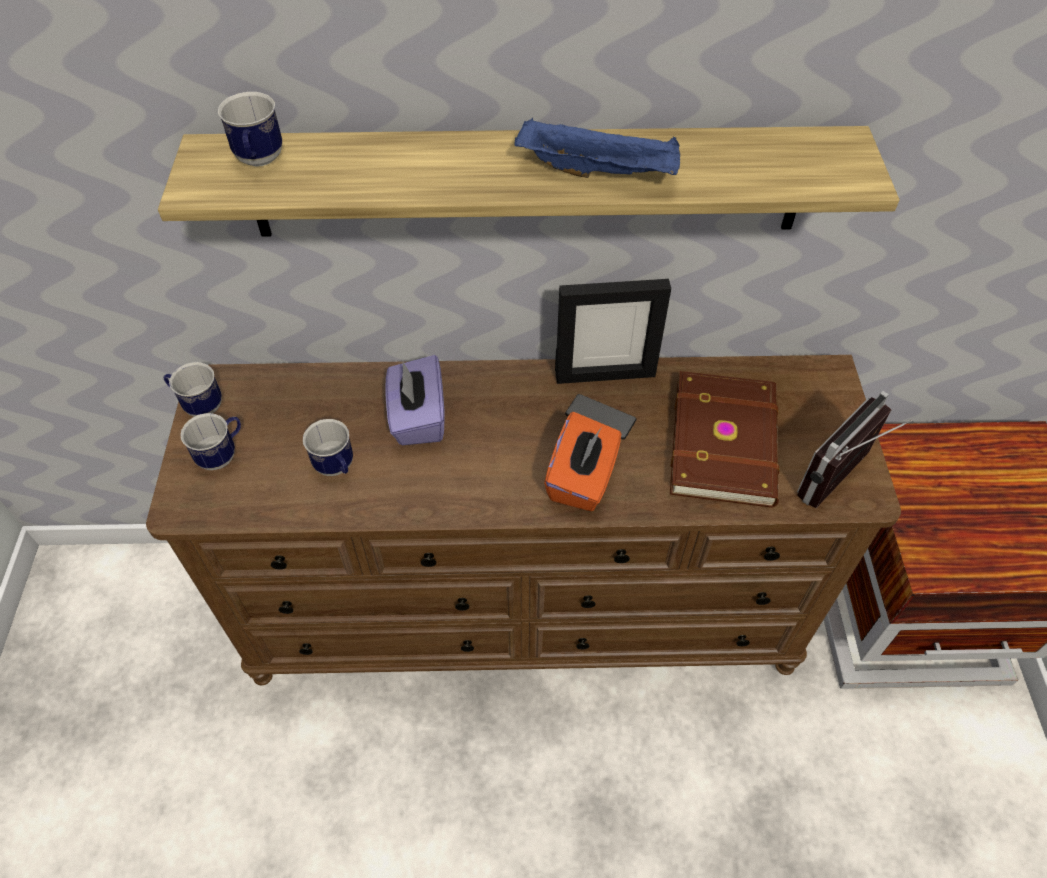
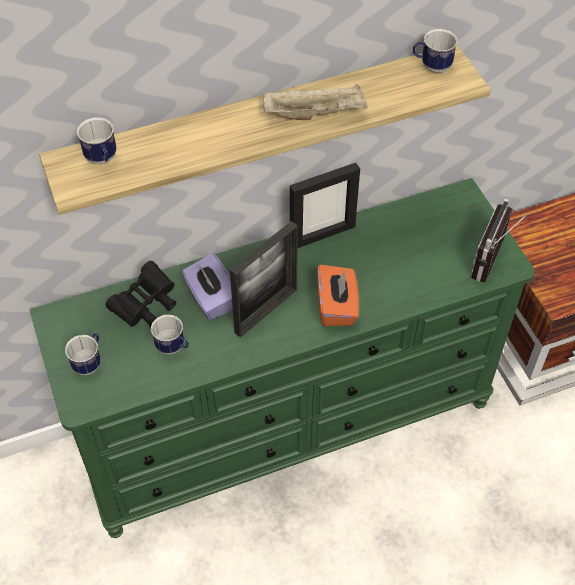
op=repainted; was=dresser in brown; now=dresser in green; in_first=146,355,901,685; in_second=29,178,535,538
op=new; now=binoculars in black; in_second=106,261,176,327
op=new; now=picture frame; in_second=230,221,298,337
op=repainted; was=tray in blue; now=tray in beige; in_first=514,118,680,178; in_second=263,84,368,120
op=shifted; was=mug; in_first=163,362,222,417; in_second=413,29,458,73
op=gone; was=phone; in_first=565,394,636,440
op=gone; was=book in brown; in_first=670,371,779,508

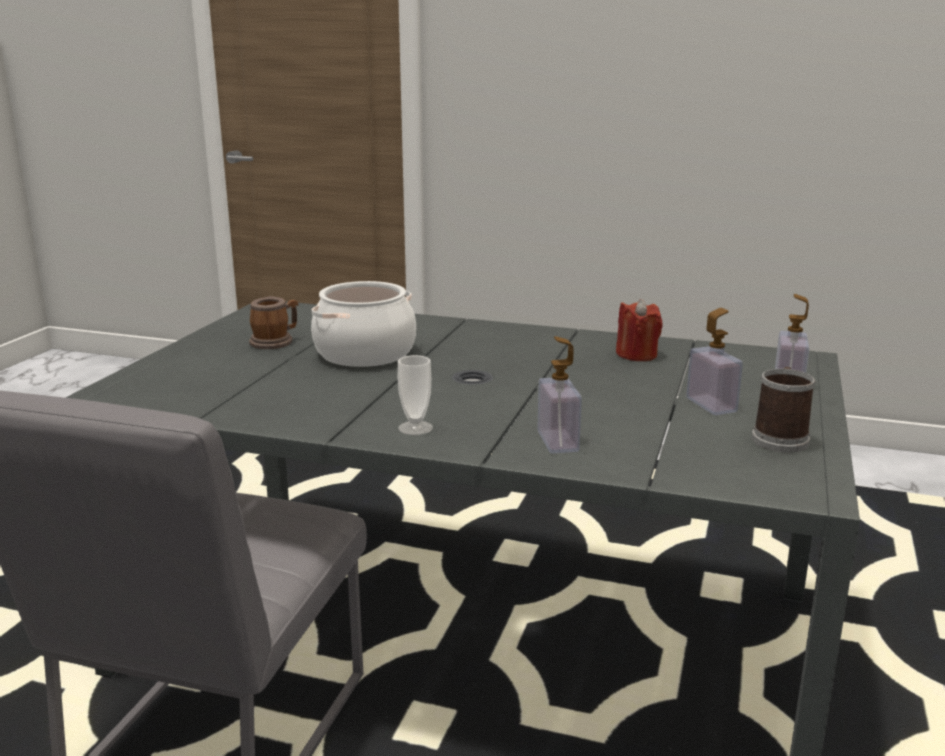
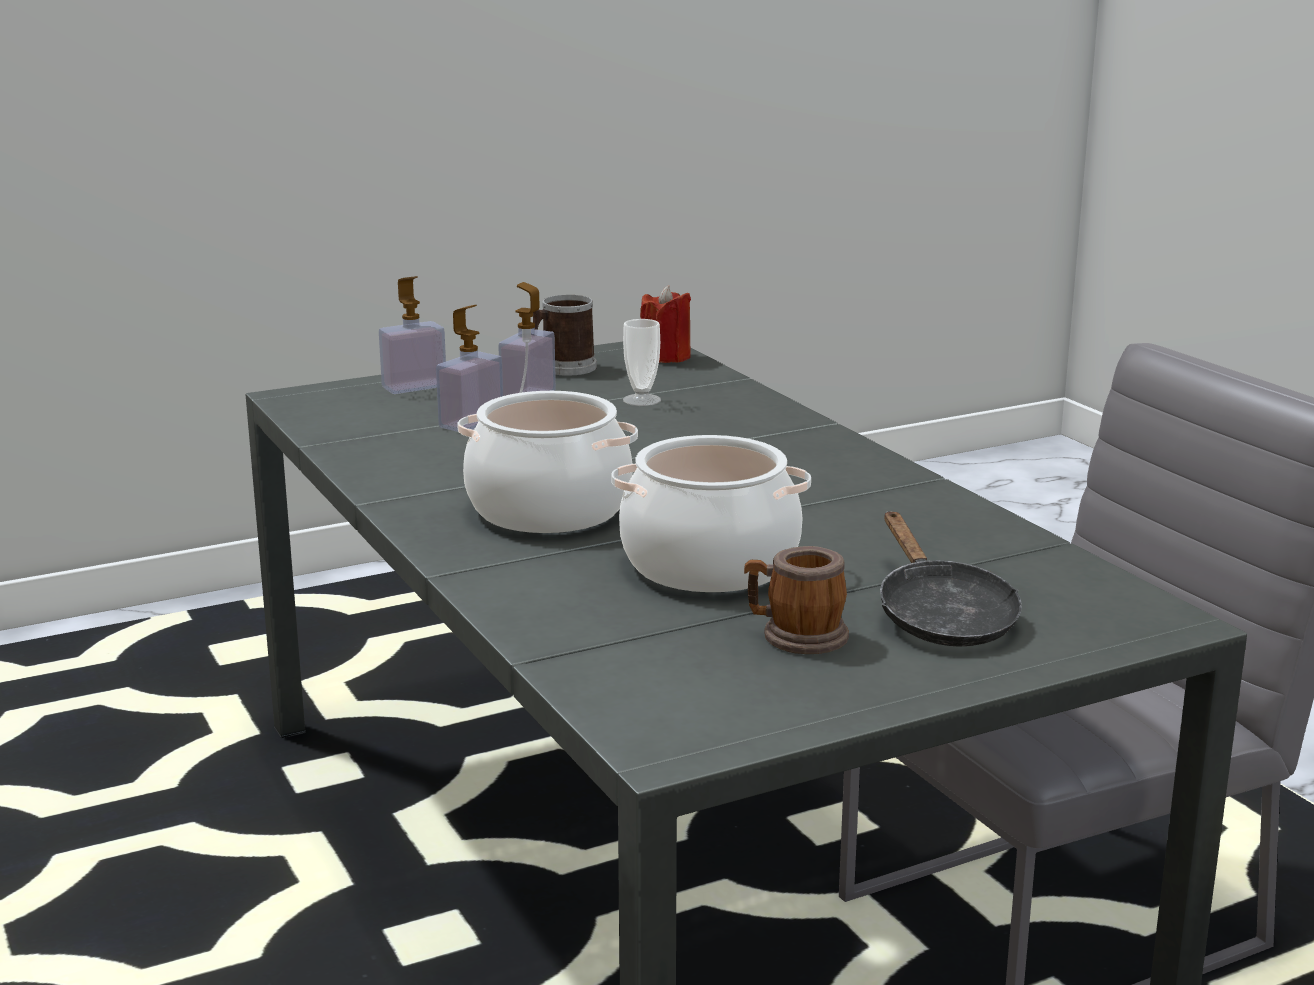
op=shifted; was=soap dispenser; in_first=537,336,582,453; in_second=436,305,503,432
op=new; now=cooking pot; in_second=457,391,638,533
op=shifted; was=cup; in_first=398,355,433,435; in_second=623,319,661,406
op=shifted; was=candle in red; in_first=616,299,663,361; in_second=640,285,691,363
op=new; now=frying pan in black; in_second=880,511,1022,647

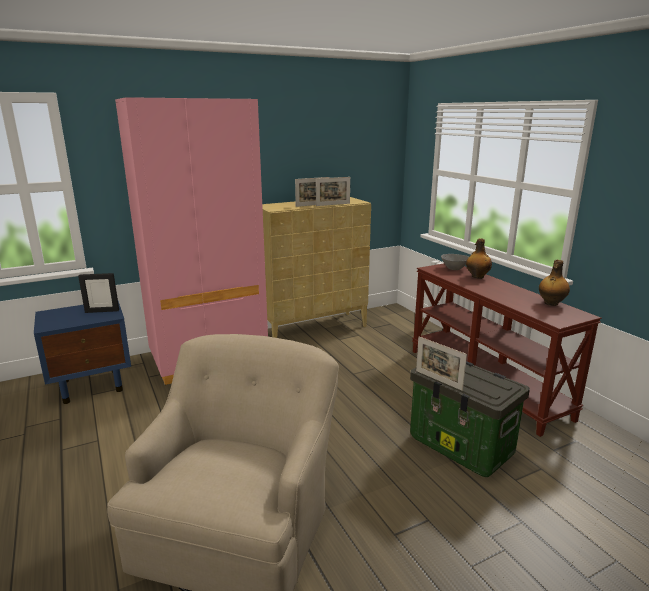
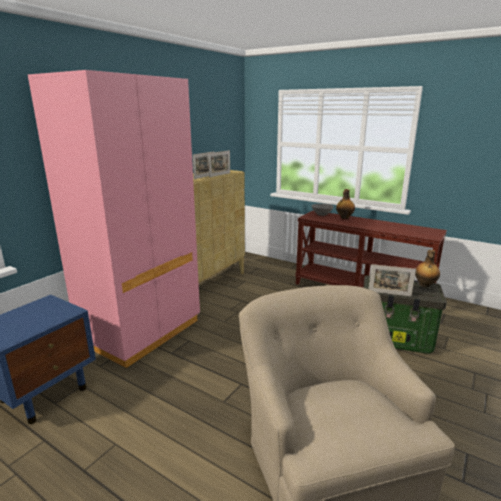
op=shifted; was=bottle; in_first=539,260,570,306; in_second=415,250,440,287
op=gone; was=picture frame; in_first=78,273,119,313

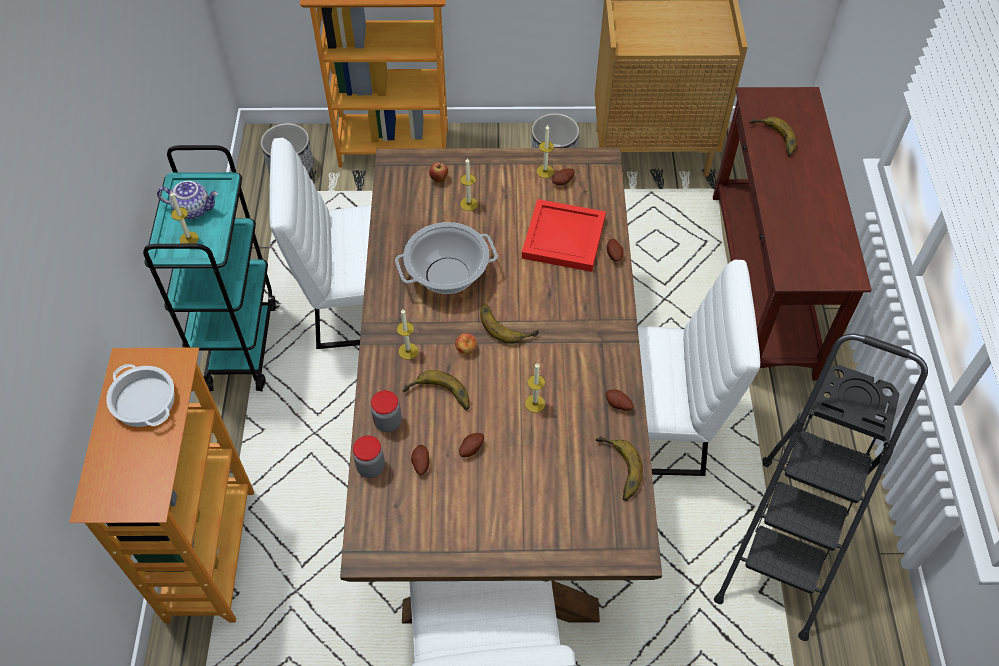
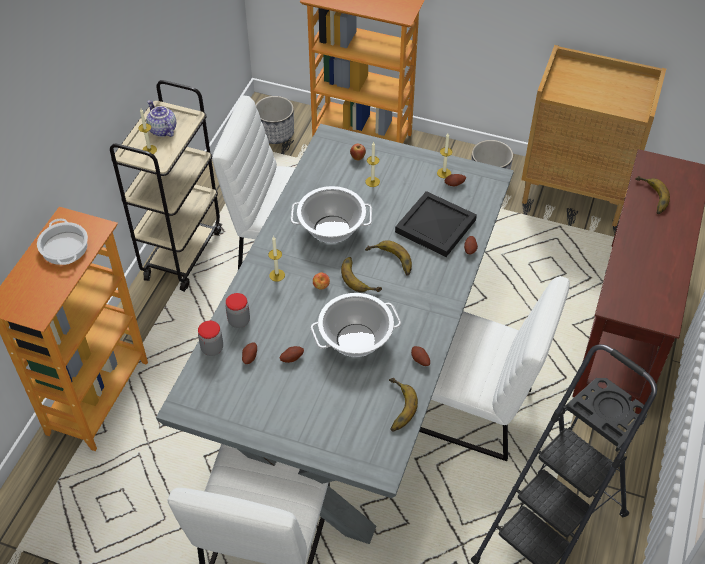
op=repainted; was=cart in turquoise; now=cart in beige; in_first=143,145,276,391; in_second=110,80,223,292
op=rotated; was=teapot; in_first=157,181,218,219; in_second=146,100,176,137; clockwise=-150
op=repainted; was=dining table in brown; now=dining table in grey; in_first=340,148,662,624; in_second=156,124,514,544
op=swapped; was=candle; now=cooking pot; in_first=525,363,545,413; in_second=310,293,401,357
op=shifted; was=banana; in_first=403,370,470,410; in_second=365,240,412,276
op=repainted; was=tray in red; now=tray in black; in_first=522,199,606,272; in_second=395,191,477,257

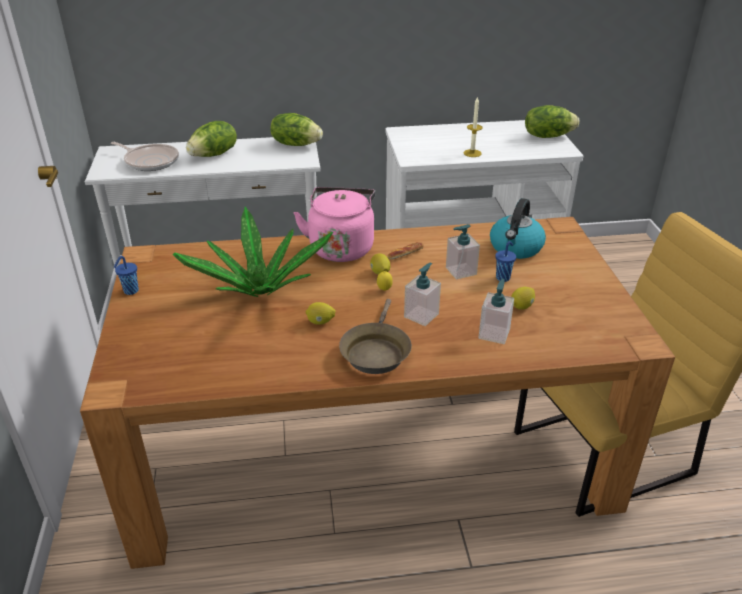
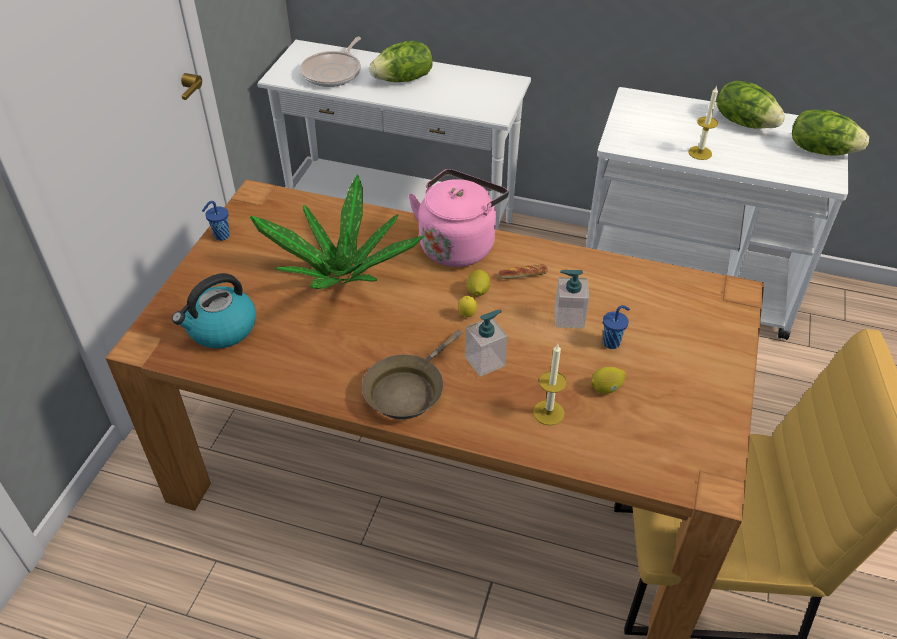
op=shifted; was=kettle; in_first=490,198,546,259; in_second=172,273,256,348
op=rotated; was=frying pan; in_first=111,142,179,171; in_second=300,37,361,87; clockwise=60
op=swapped; was=soap dispenser; now=candle; in_first=479,279,514,344; in_second=533,344,567,425
op=shifted; was=lettuce; in_first=270,113,323,146; in_second=717,80,785,129
op=gone; was=lemon; in_first=306,302,336,325

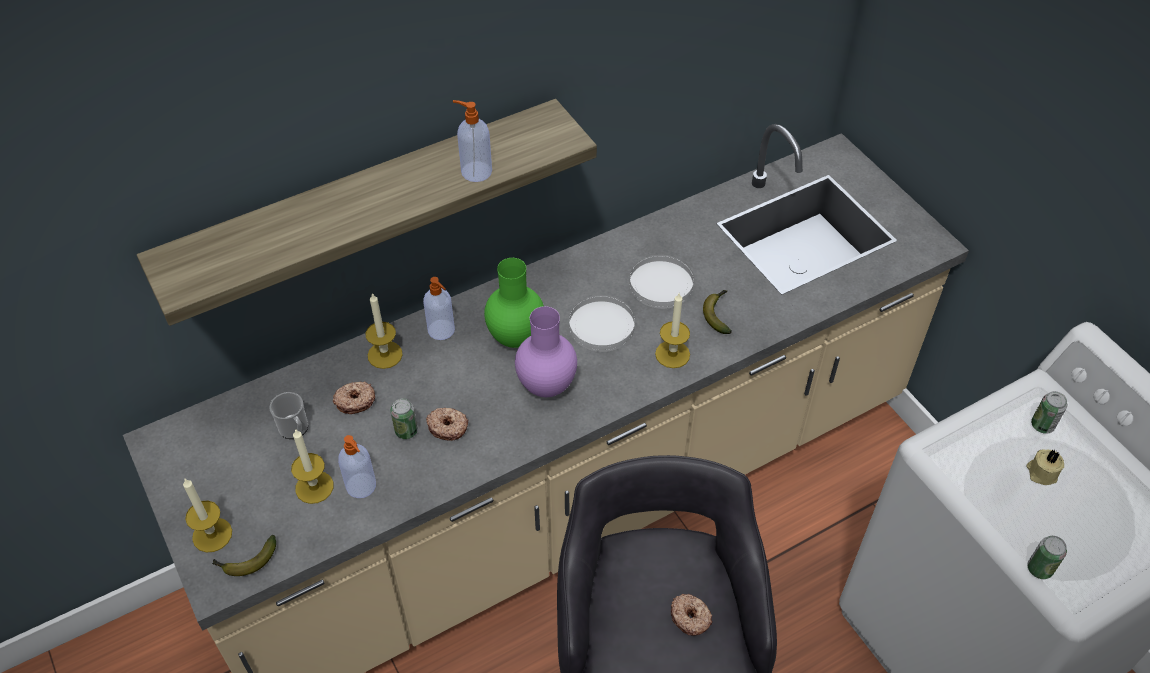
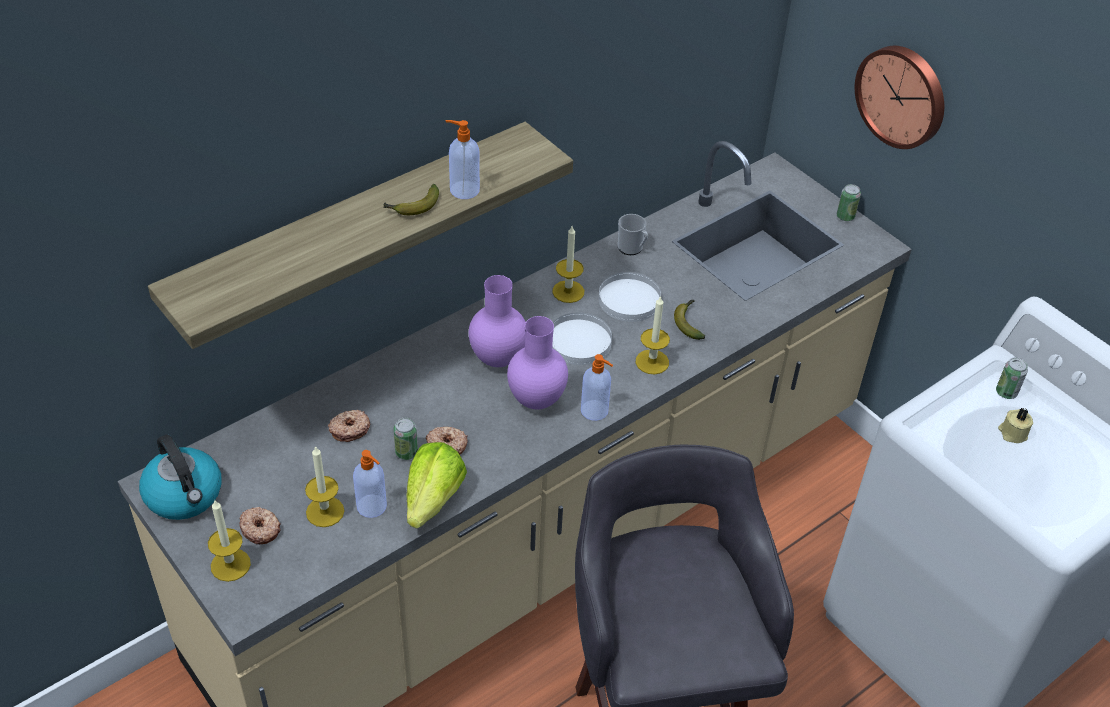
op=new; now=kettle; in_second=139,434,222,520
op=shifted; was=donut; in_first=671,594,713,635; in_second=239,507,281,544
op=shifted; was=banana; in_first=212,535,276,576; in_second=383,184,439,215
op=new; now=lettuce; in_second=406,442,467,529
op=repainted; was=vase in green; now=vase in purple; in_first=484,258,544,348; in_second=469,275,526,367
op=shifted; was=candle; in_first=365,293,403,369; in_second=552,226,584,303
op=shifted; was=soap dispenser; in_first=423,277,455,340; in_second=581,354,613,421
op=shifted; was=mug; in_first=269,392,308,439; in_second=618,214,648,255
op=shifted; was=can; in_first=1027,536,1067,579; in_second=837,184,861,221
op=new; now=wall clock; in_second=855,46,944,149

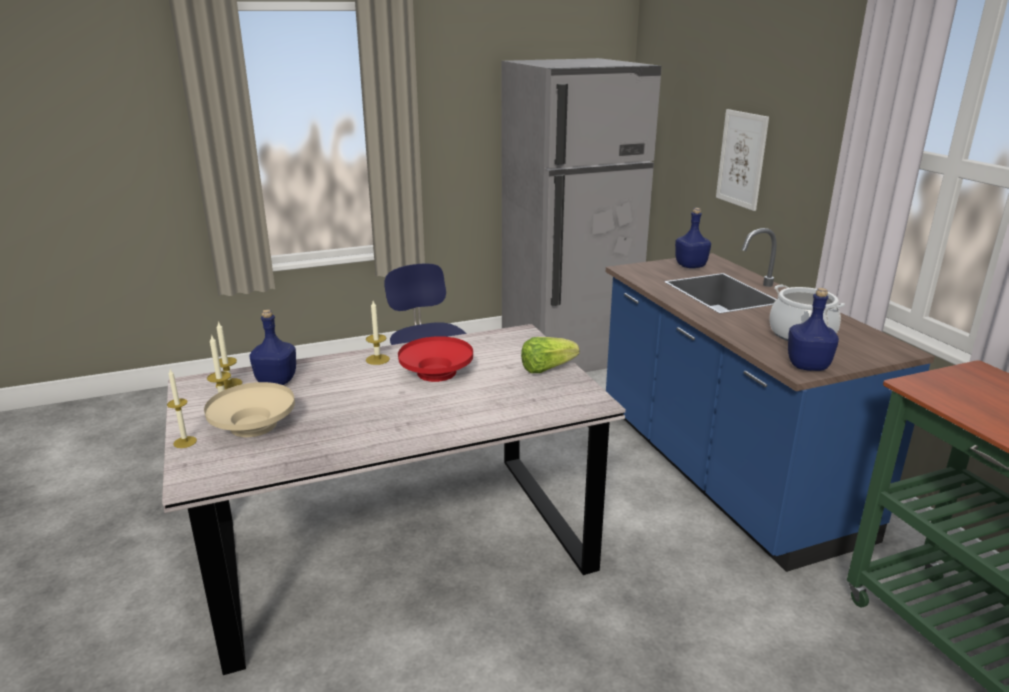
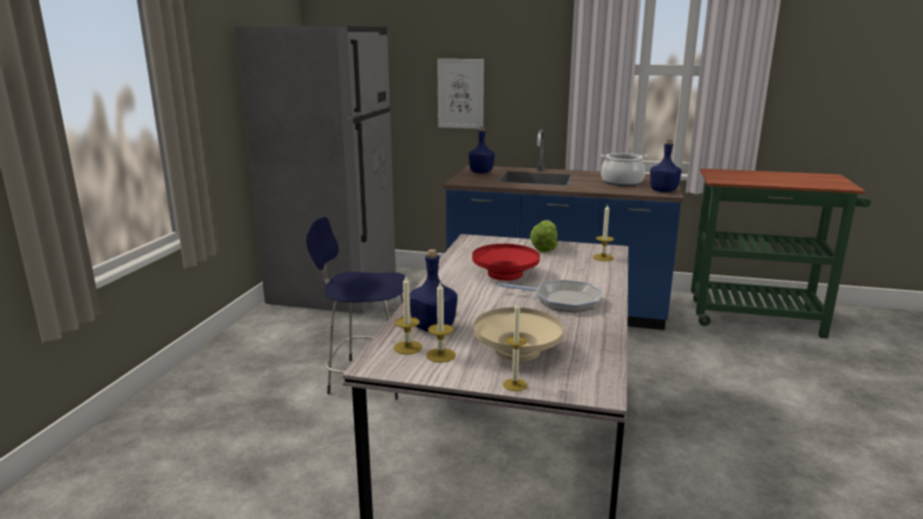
op=new; now=frying pan; in_second=499,280,603,313
op=shifted; was=candle; in_first=366,301,390,365; in_second=593,203,614,261

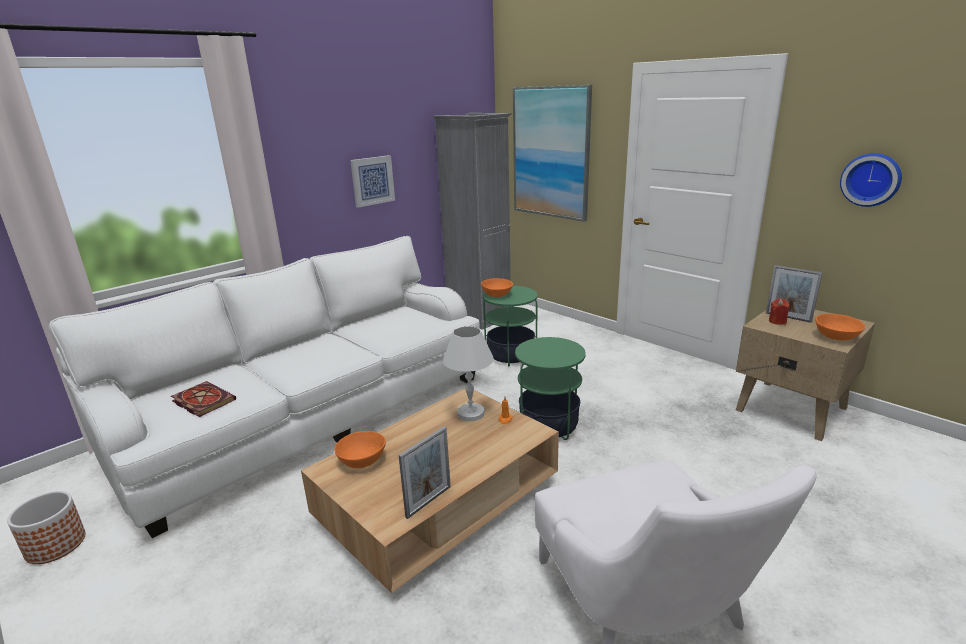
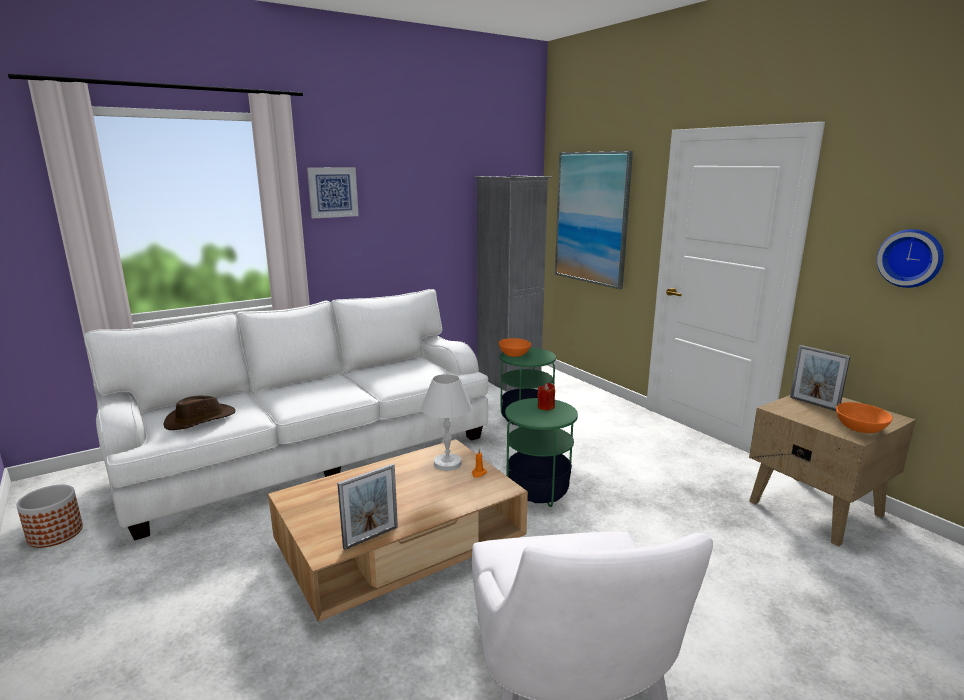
op=swapped; was=book; now=hat in brown; in_first=171,381,236,417; in_second=164,396,236,430
op=shifted; was=picture; in_first=350,155,395,208; in_second=307,167,359,218
op=shifted; was=candle in red; in_first=769,298,790,325; in_second=537,383,555,411
op=gone; was=bowl in orange; in_first=334,431,386,468

